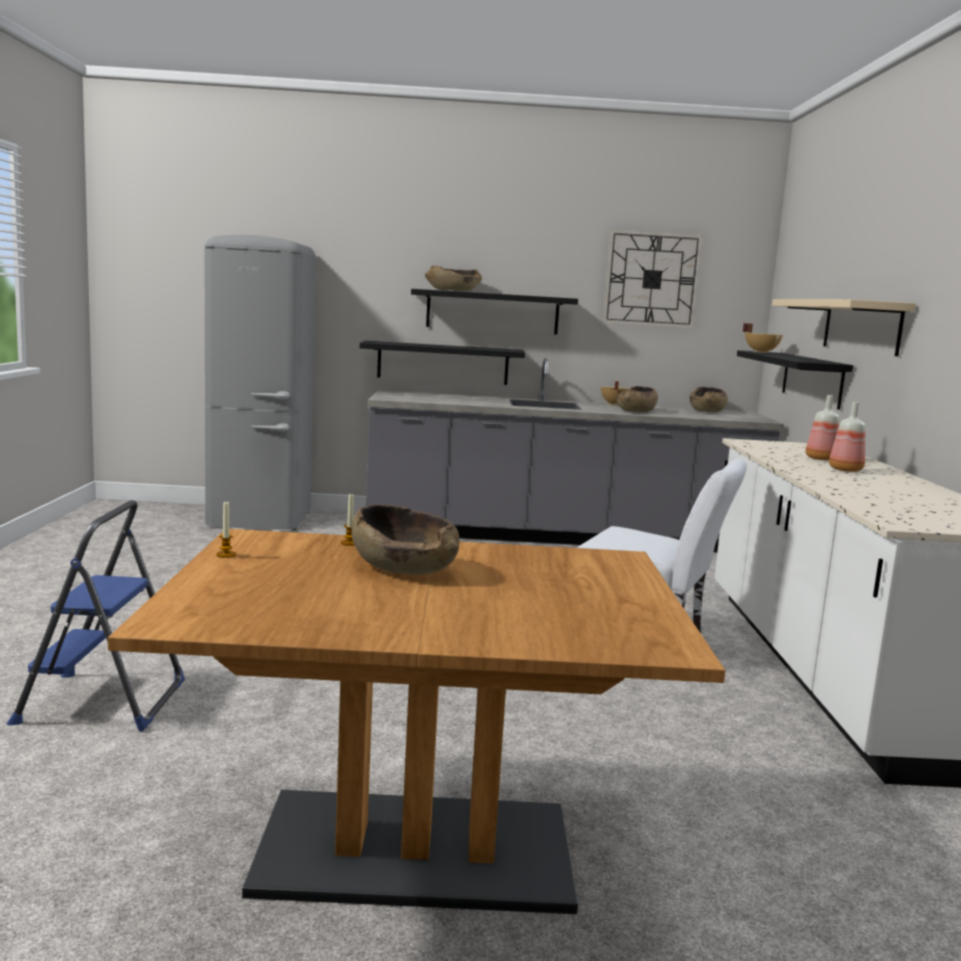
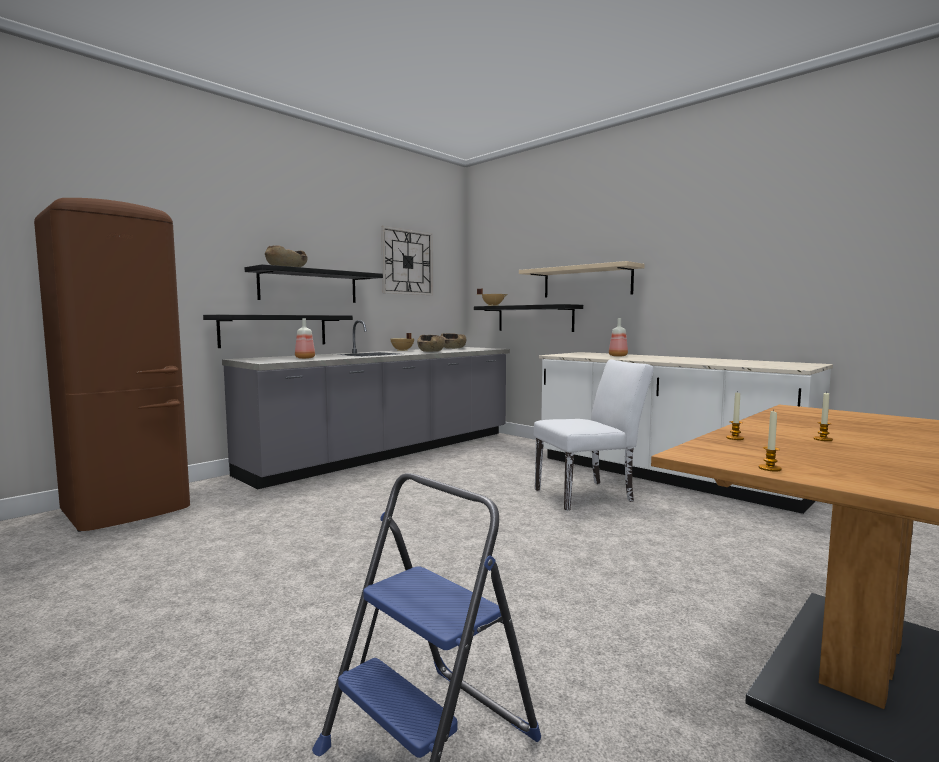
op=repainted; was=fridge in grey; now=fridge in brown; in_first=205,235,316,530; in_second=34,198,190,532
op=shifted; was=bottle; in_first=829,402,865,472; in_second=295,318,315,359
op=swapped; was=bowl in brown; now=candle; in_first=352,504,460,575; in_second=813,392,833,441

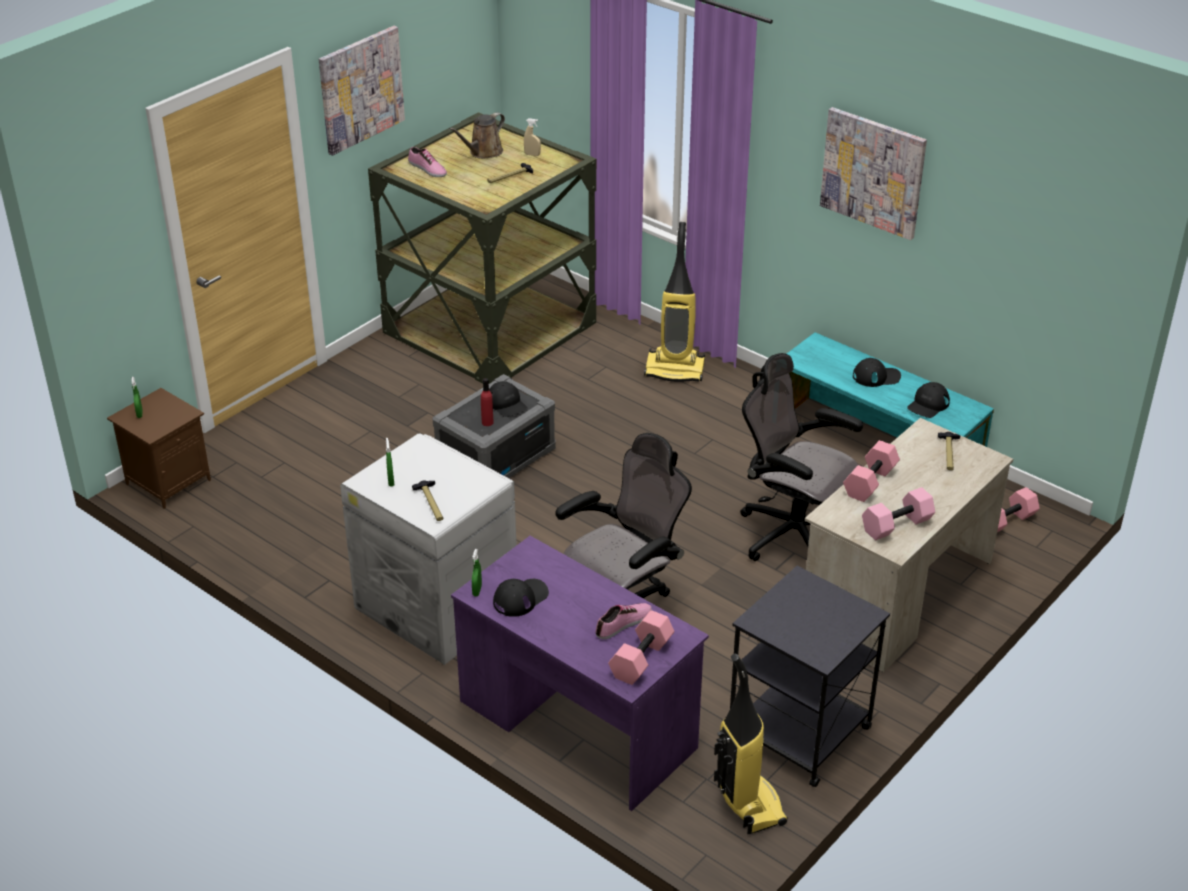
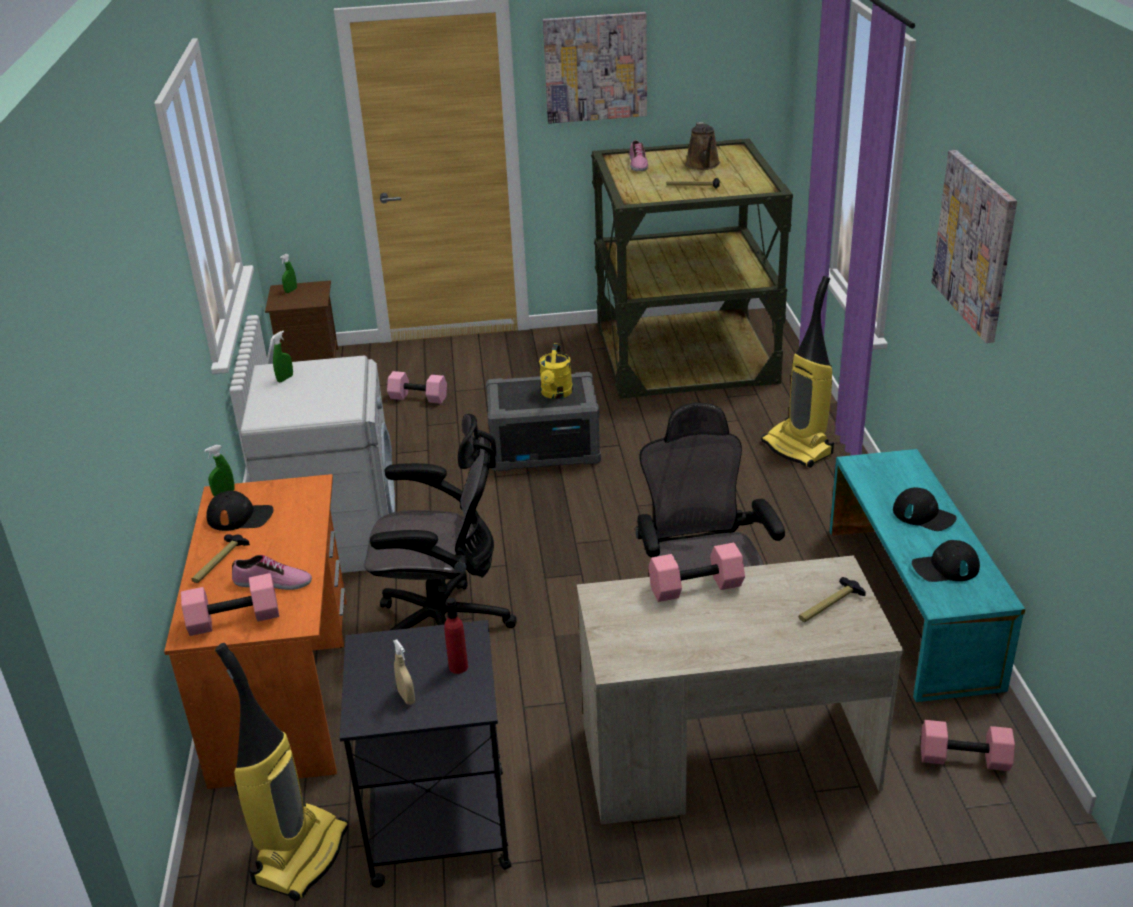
op=repainted; was=desk in purple; now=desk in orange; in_first=451,536,709,811; in_second=164,474,347,789
op=shifted; was=hammer; in_first=412,481,443,521; in_second=192,534,250,583
op=shifted; was=dumbbell in pink; in_first=862,487,935,540; in_second=387,371,447,404
op=shifted; was=spray bottle in beige; in_first=524,118,541,156; in_second=393,639,415,705
op=shifted; was=bottle in red; in_first=481,378,494,426; in_second=444,598,468,674
op=swapped; was=cap in black; now=watering can in yellow; in_first=489,381,528,417; in_second=539,343,573,399
op=rotated; was=watering can in brown; in_first=449,112,505,159; in_second=685,122,720,170; clockwise=-90

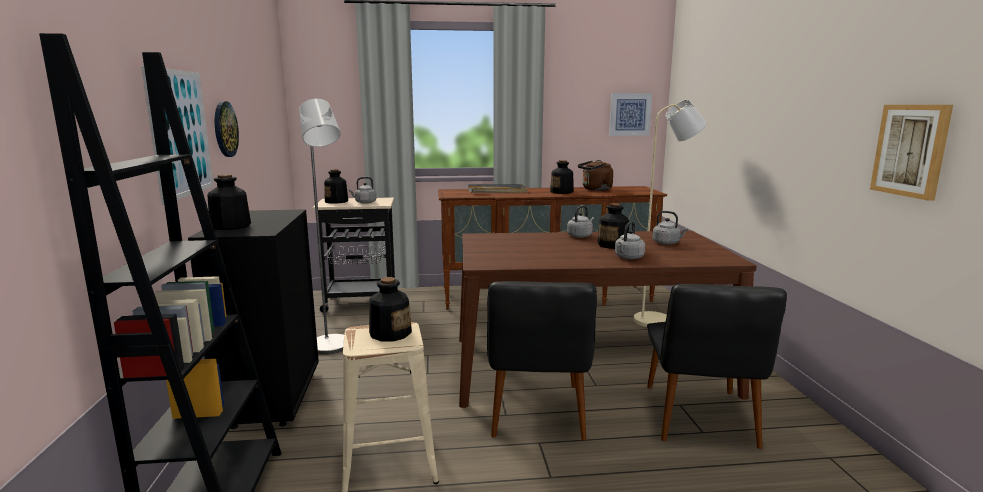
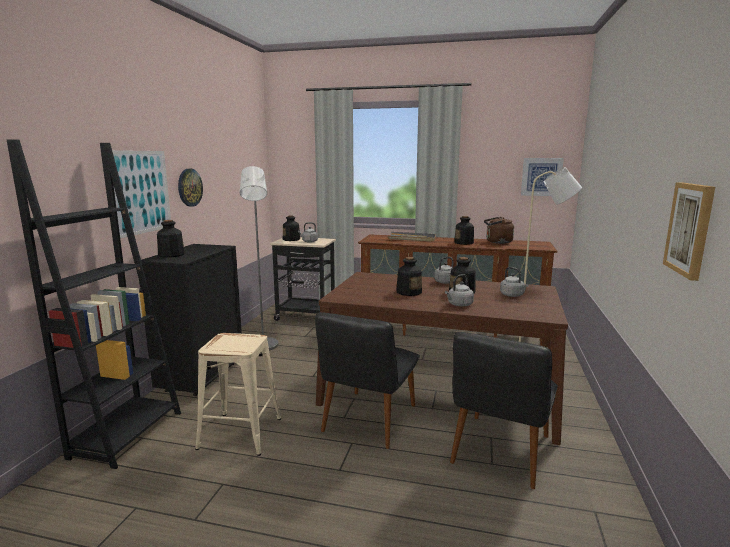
op=shifted; was=bottle; in_first=369,277,412,341; in_second=397,257,422,296

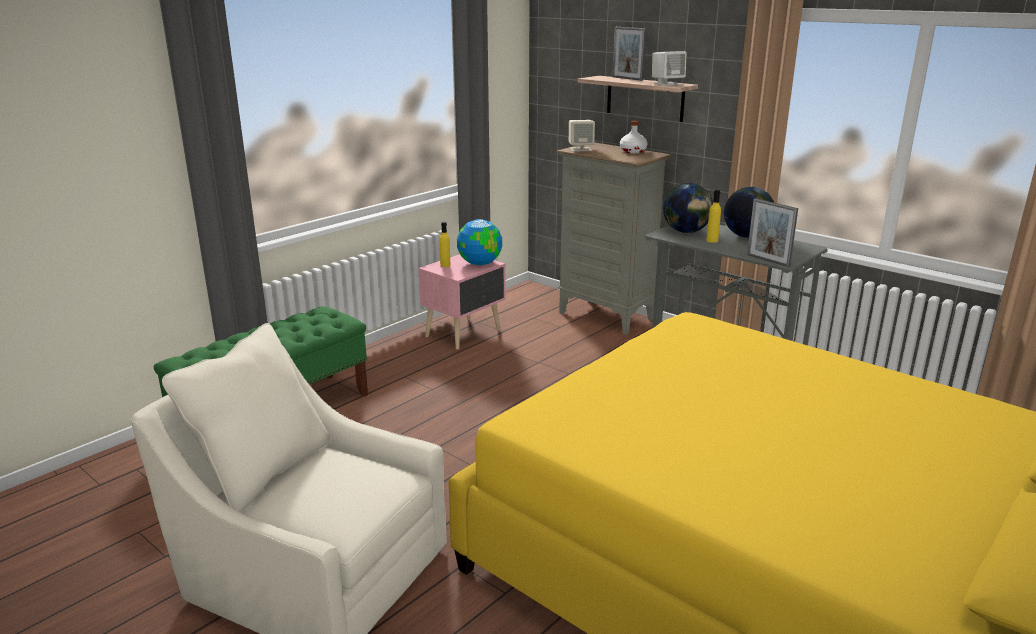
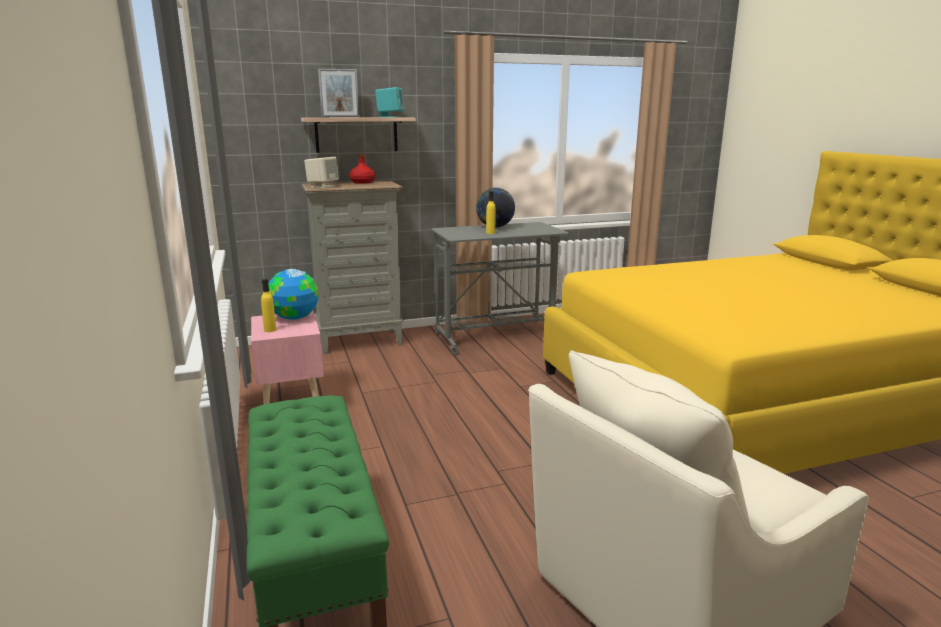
op=repainted; was=bottle in white; now=bottle in red; in_first=620,121,648,153; in_second=350,154,375,184
op=repainted; was=speaker in white; now=speaker in turquoise; in_first=652,51,686,86; in_second=375,87,405,117
op=gone; was=globe; in_first=663,183,713,233
op=gone; was=picture frame; in_first=747,198,798,267

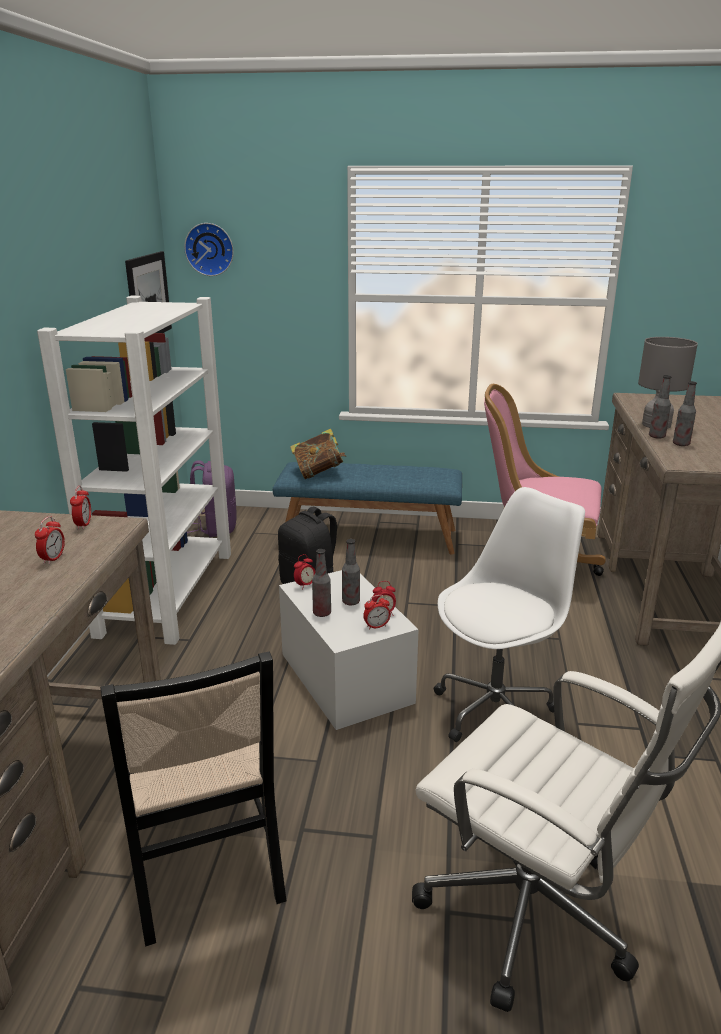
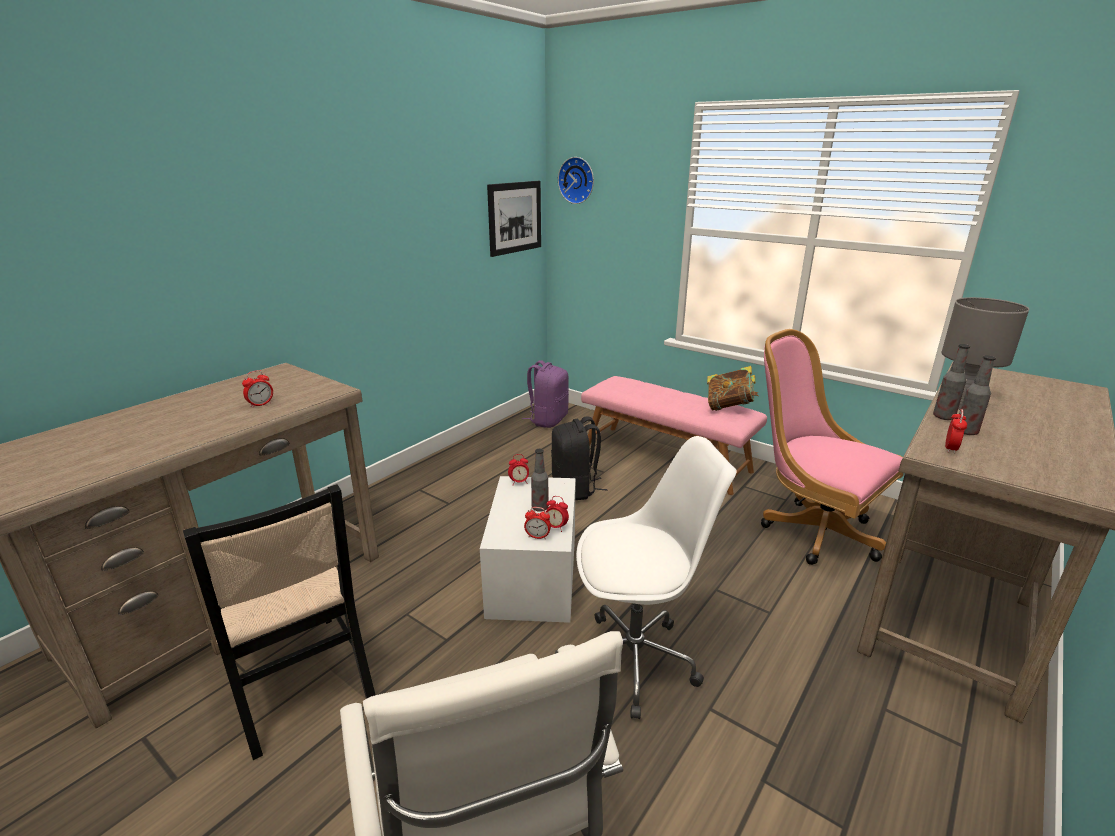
op=rotated; was=chair; in_first=100,651,286,947; in_second=183,484,376,760; clockwise=-45
op=repainted; was=bench in blue; now=bench in pink; in_first=273,462,462,555; in_second=581,376,767,495
op=shifted; was=book; in_first=290,428,346,479; in_second=707,366,758,411
op=shifted; was=alarm clock; in_first=70,486,91,529; in_second=945,409,967,454
op=gone; was=bookcase in white; in_first=37,296,231,645
op=gone; was=bottle; in_first=312,549,331,617

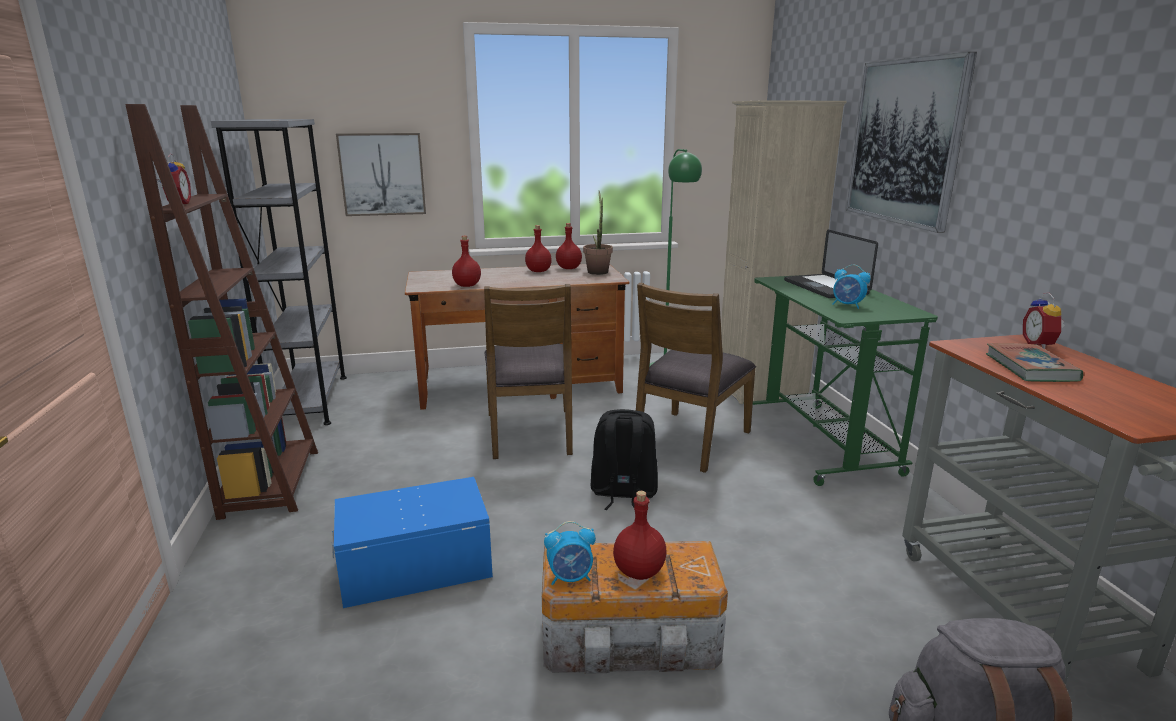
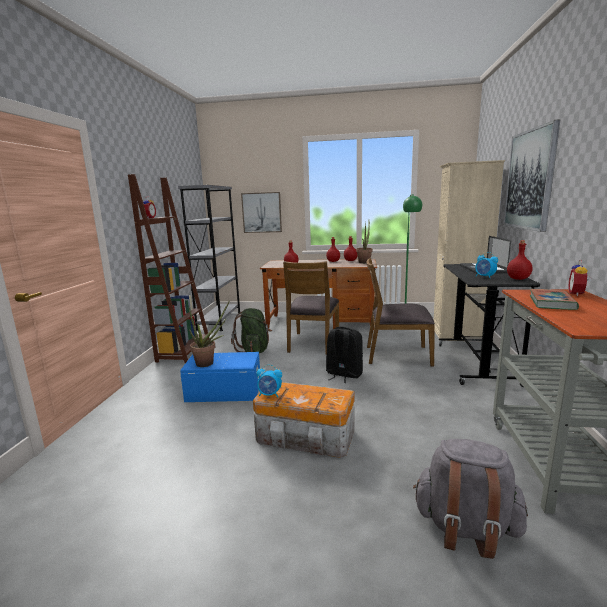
op=new; now=potted plant; in_second=189,302,229,367
op=new; now=backpack in green; in_second=231,308,272,353
op=rotated; was=chair in brown; in_first=636,283,756,473; in_second=366,258,435,366; clockwise=45
op=repainted; was=desk in green; now=desk in black; in_first=753,275,938,486; in_second=439,264,540,387
op=shifted; was=bottle in red; in_first=613,491,666,580; in_second=507,240,533,280

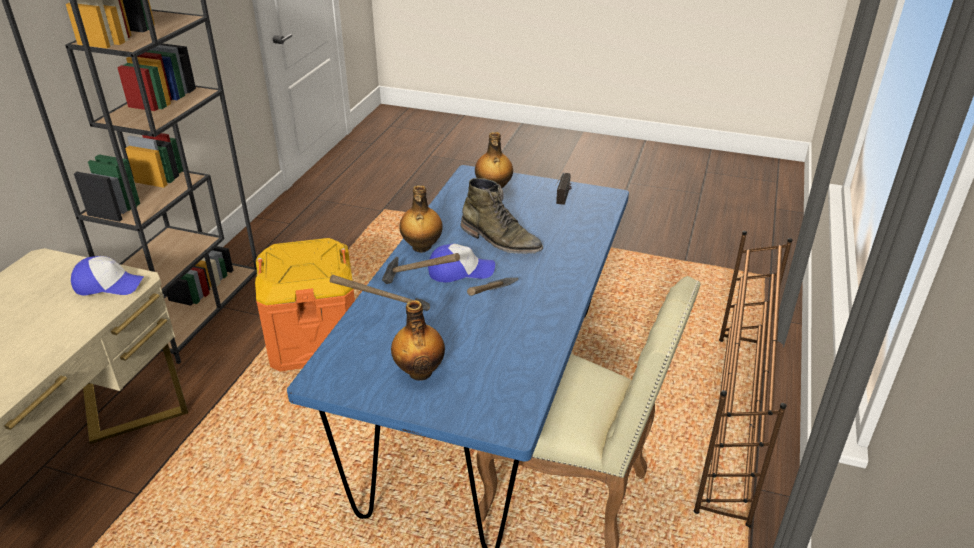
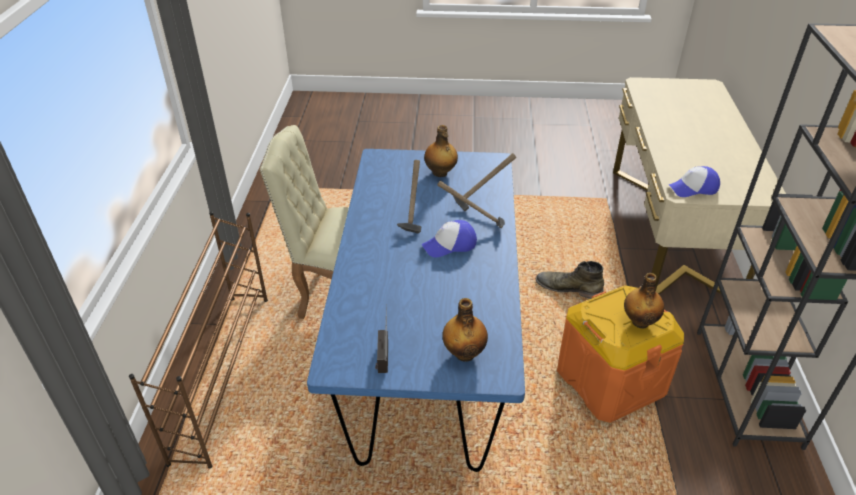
op=shifted; was=boot in green; in_first=461,178,543,254; in_second=536,261,604,299
op=shifted; was=bottle; in_first=399,185,443,253; in_second=624,273,664,329

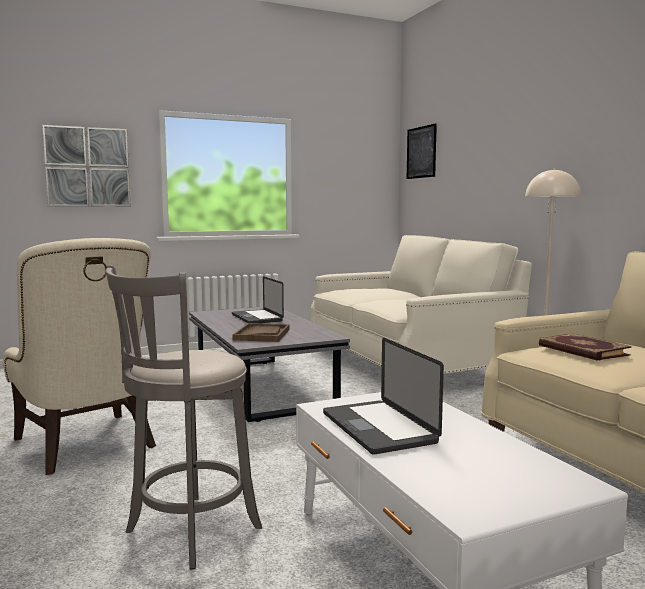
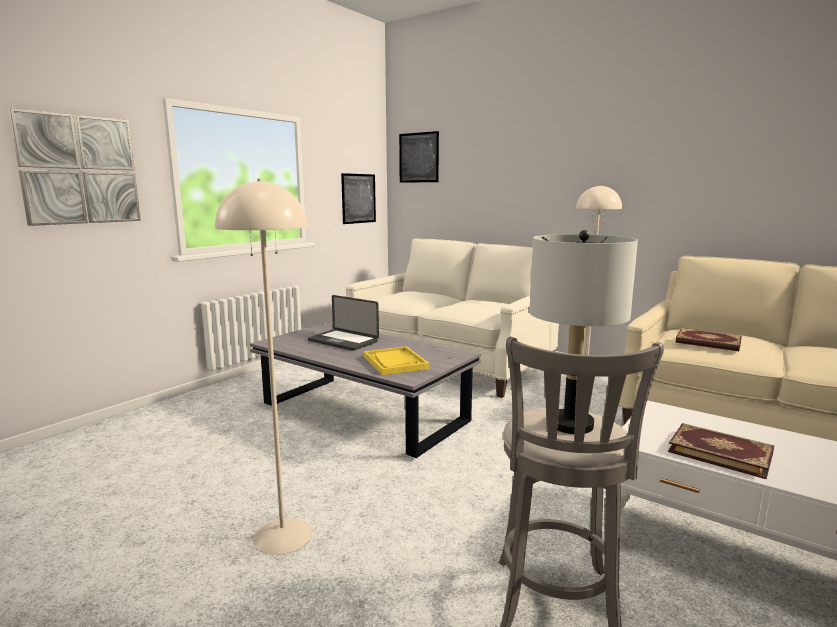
op=swapped; was=armchair in beige; now=floor lamp in beige; in_first=3,238,156,475; in_second=215,179,312,555
op=new; now=picture; in_second=341,173,376,224
op=repainted; was=tray in brown; now=tray in yellow; in_first=232,323,290,342; in_second=364,346,429,375
op=new; now=table lamp in grey; in_second=529,230,638,434
op=swapped; was=laptop; now=book; in_first=323,338,444,455; in_second=668,423,774,479

